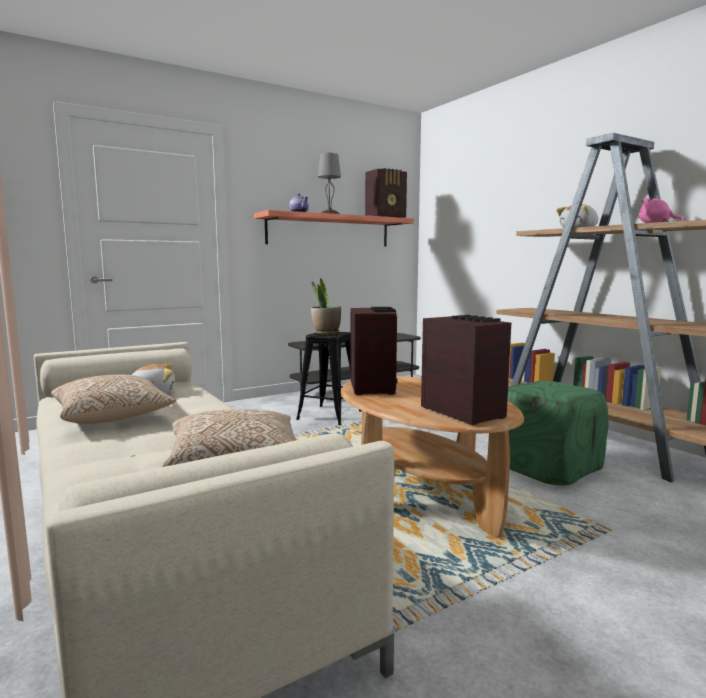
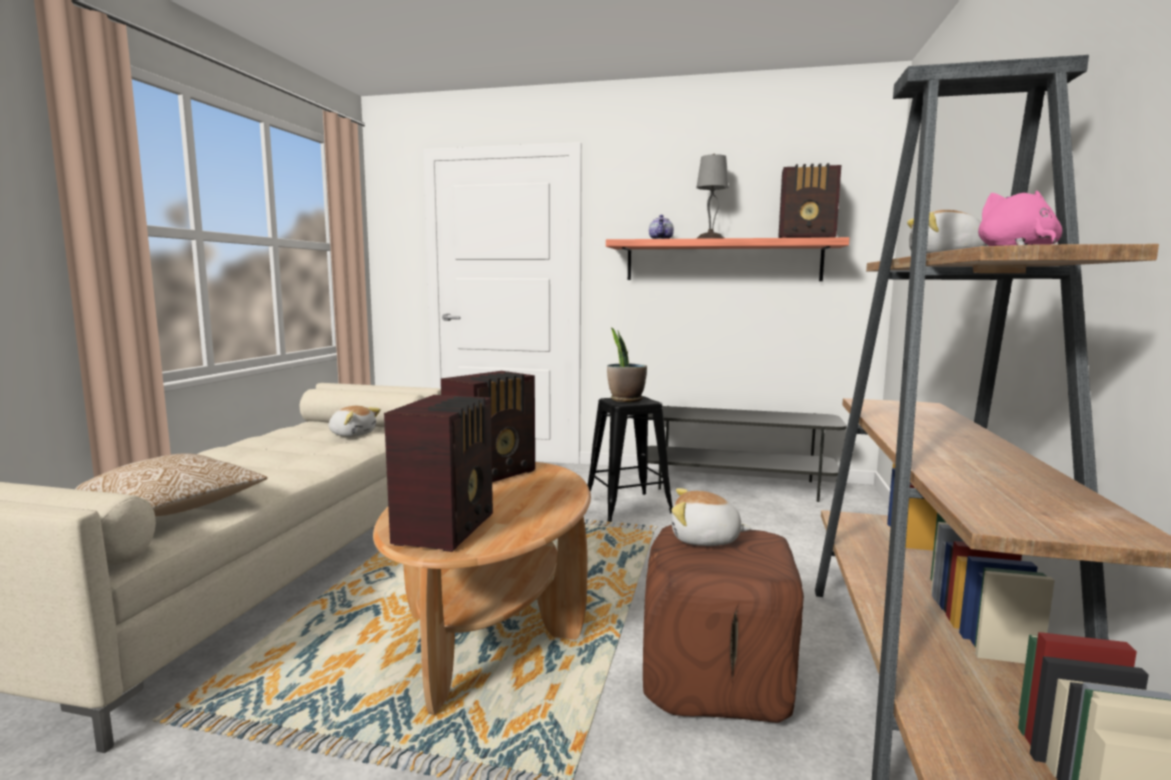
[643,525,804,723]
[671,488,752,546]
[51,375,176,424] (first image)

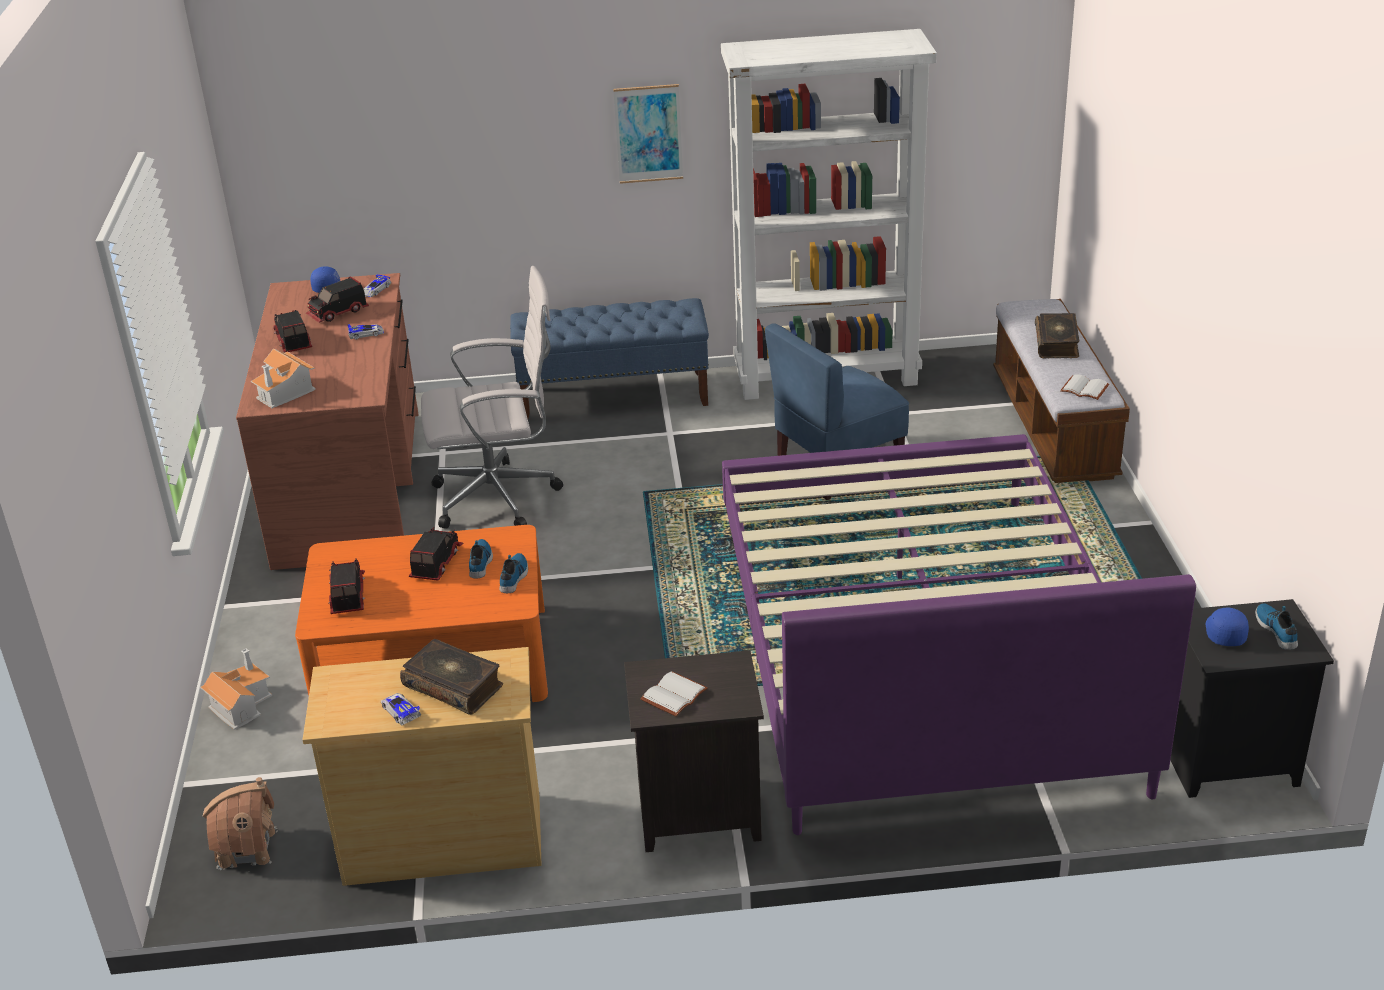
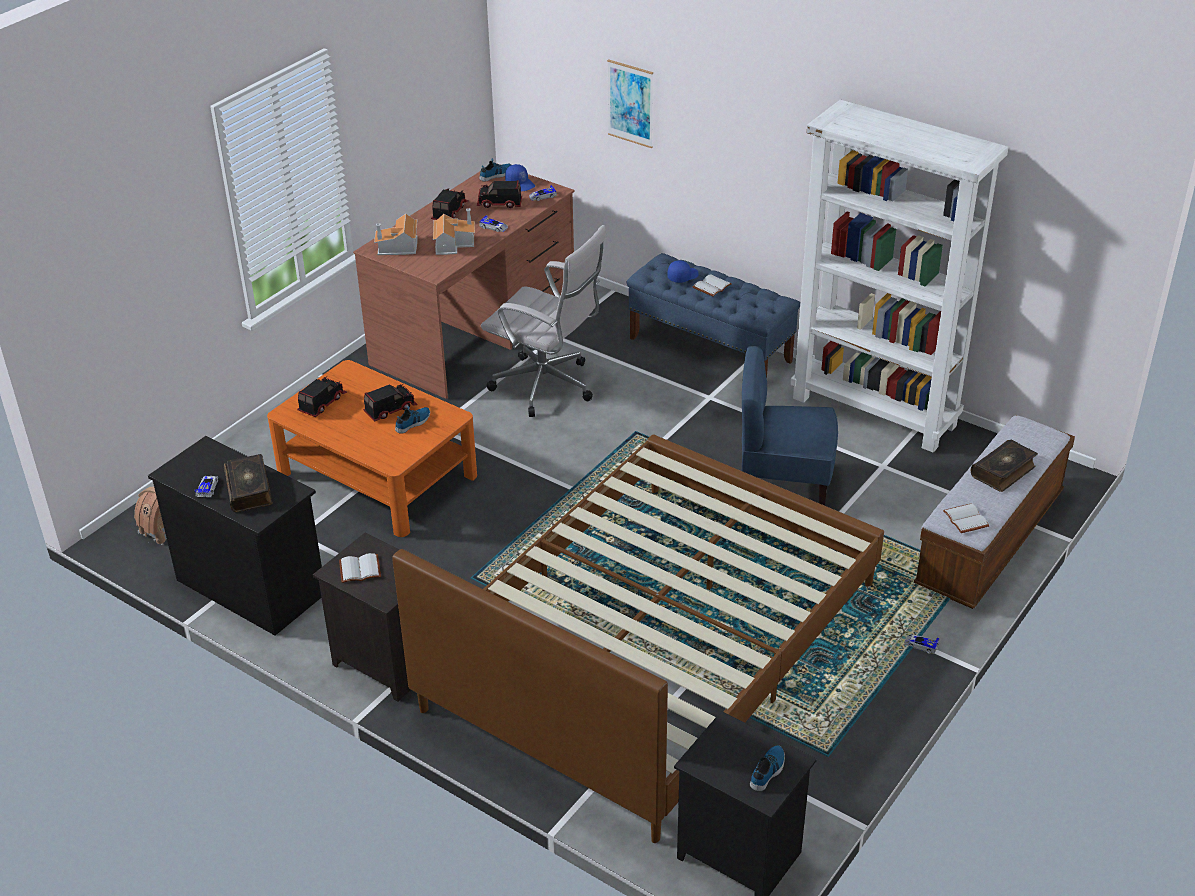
[148,436,322,635]
[392,435,884,843]
[433,208,475,255]
[480,158,511,182]
[607,59,653,148]
[668,260,699,283]
[693,274,731,296]
[904,634,939,654]

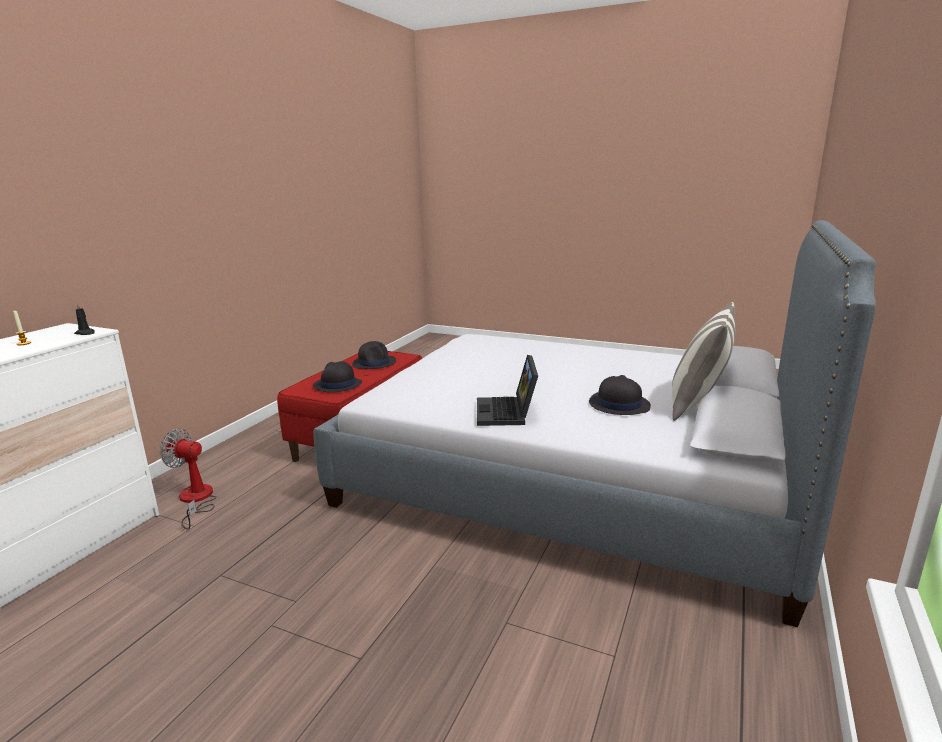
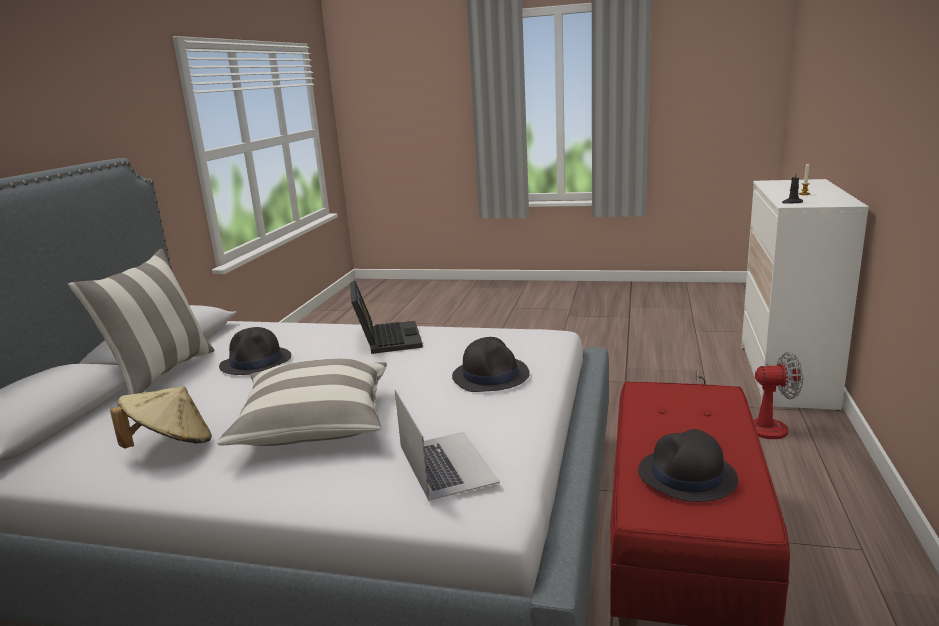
[110,386,212,449]
[217,358,387,446]
[395,390,500,501]
[452,337,530,392]

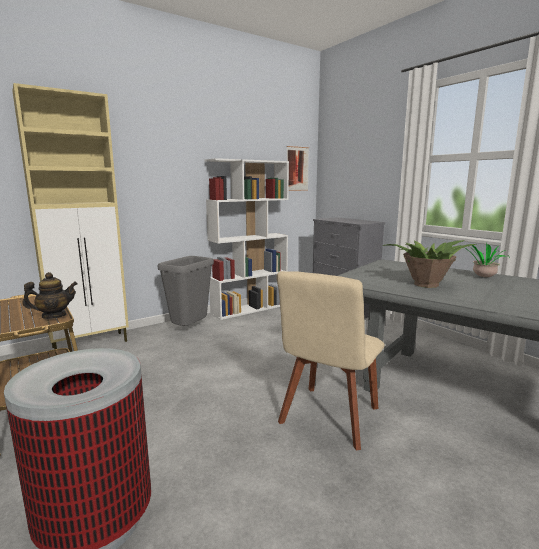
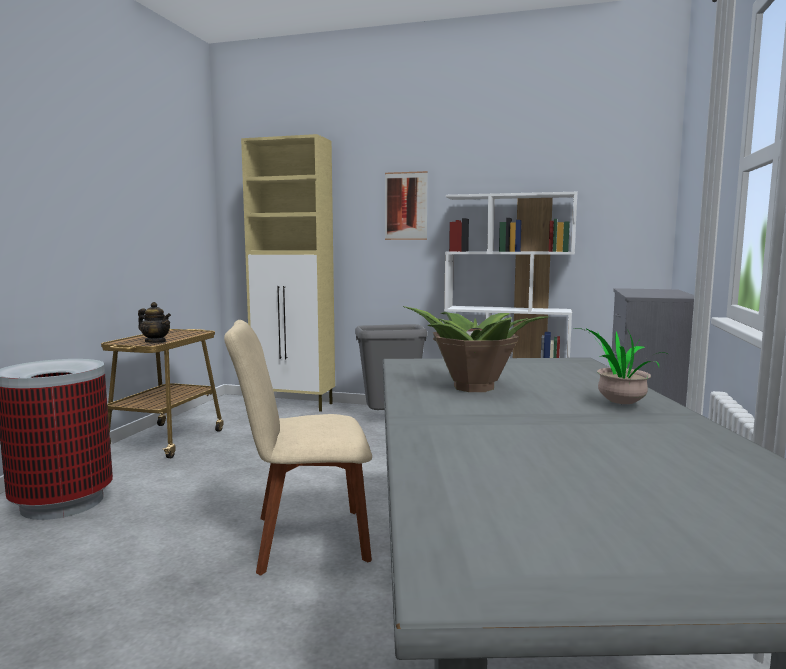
[385,171,428,240]

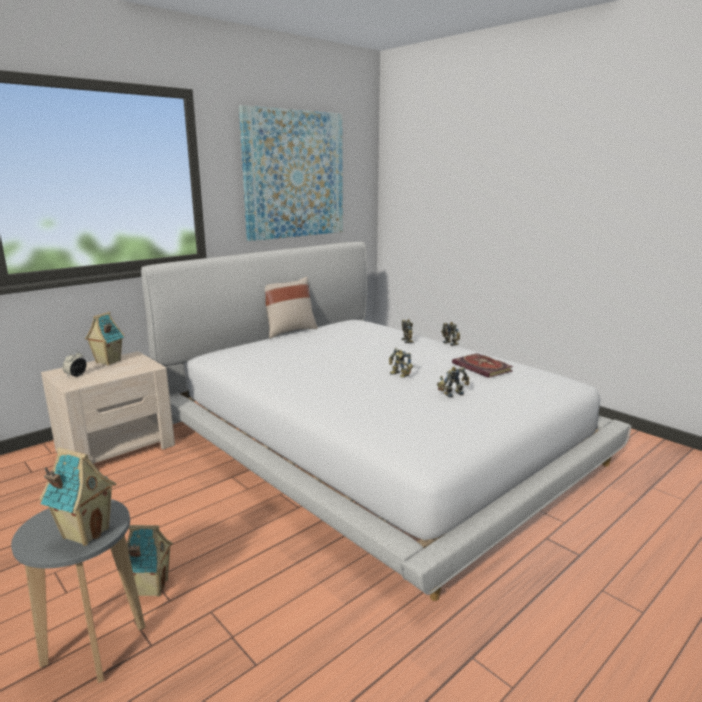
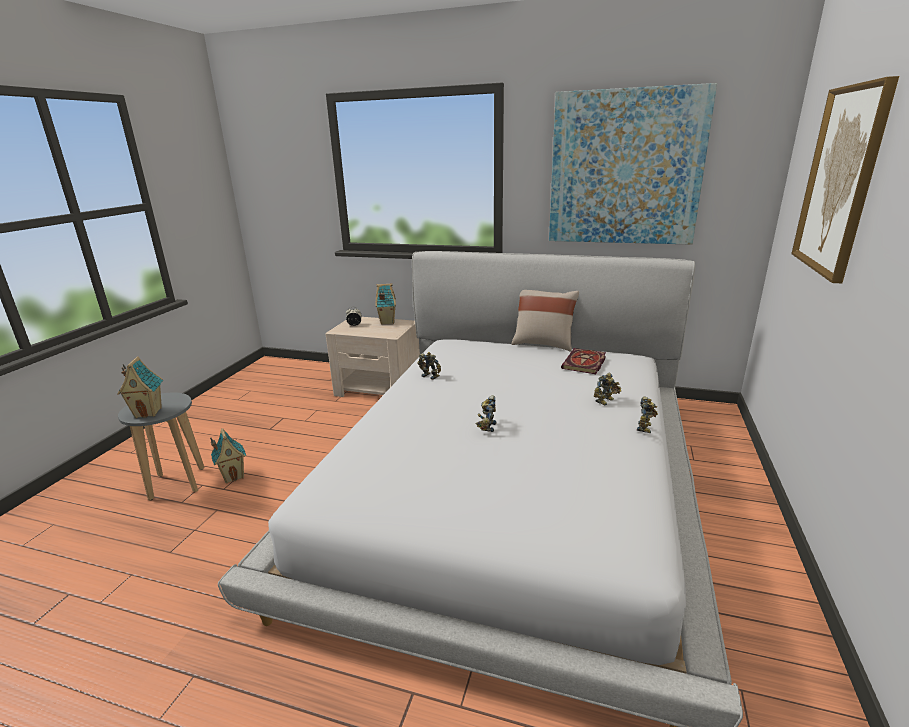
[417,352,441,380]
[561,348,606,374]
[791,76,899,283]

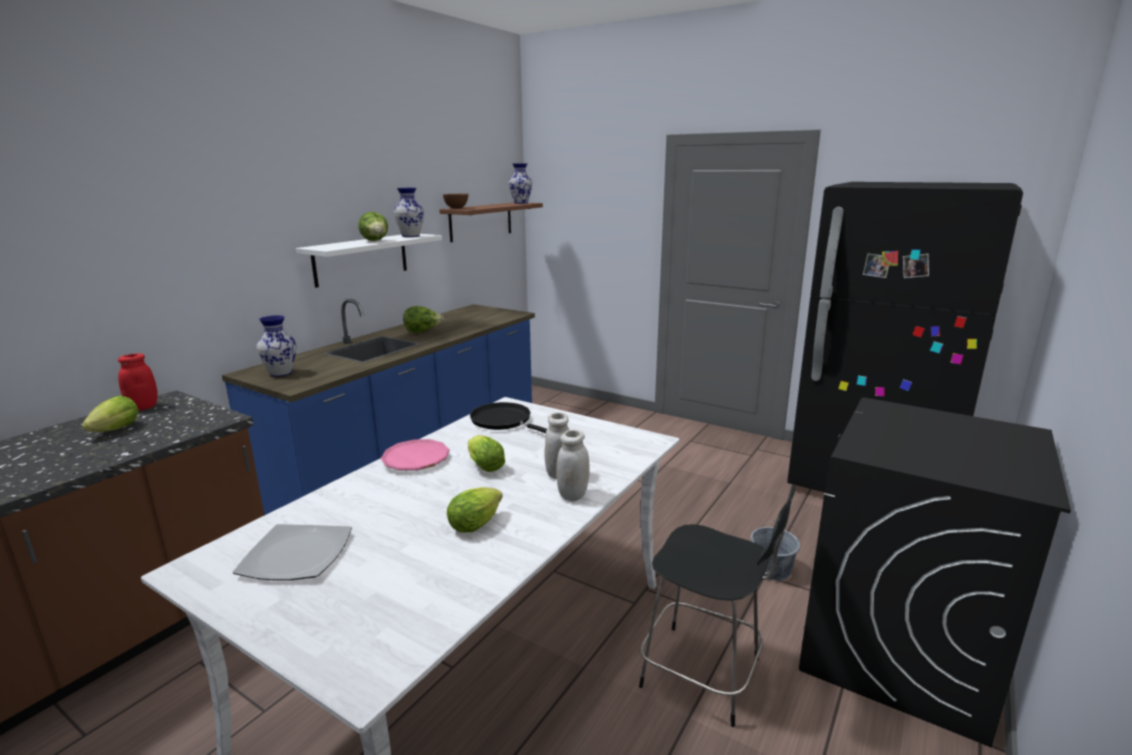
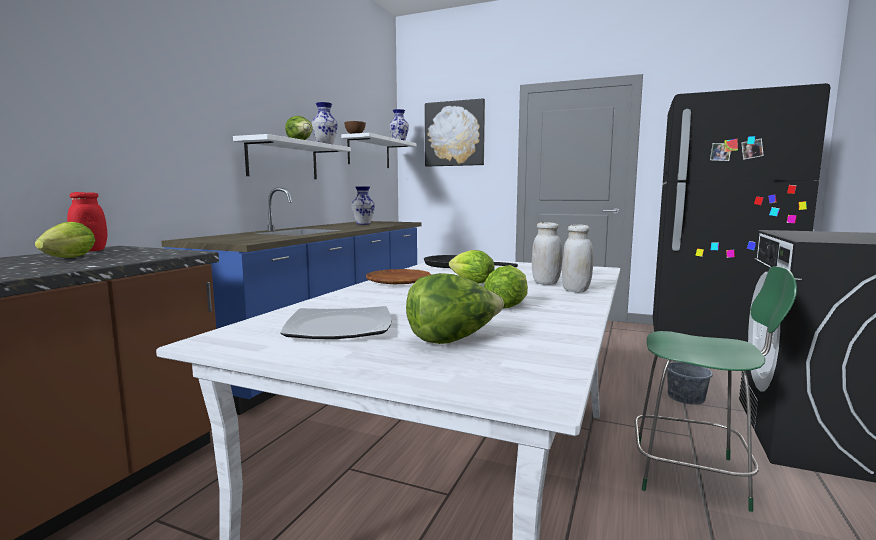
[341,133,417,168]
[351,186,375,225]
[366,269,431,284]
[406,273,504,344]
[425,98,485,166]
[634,266,797,512]

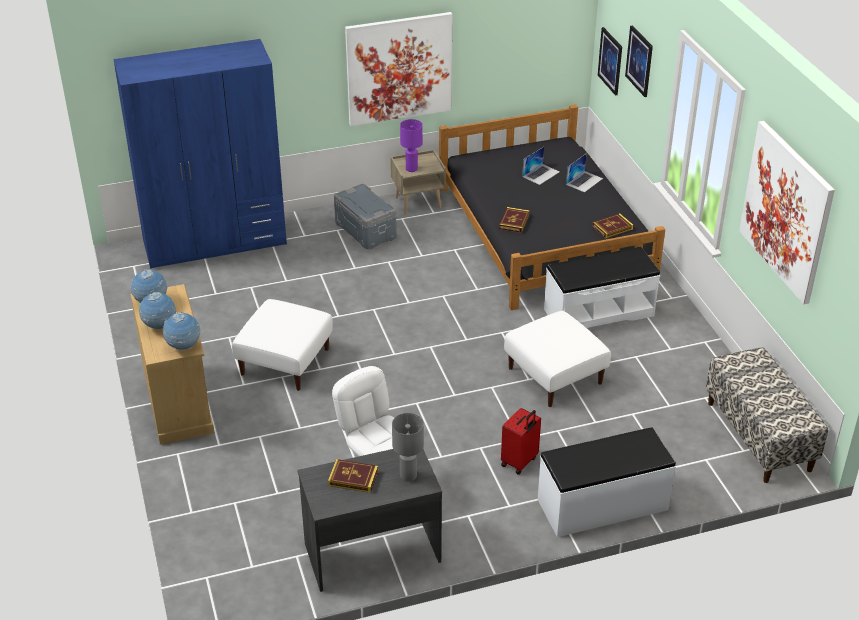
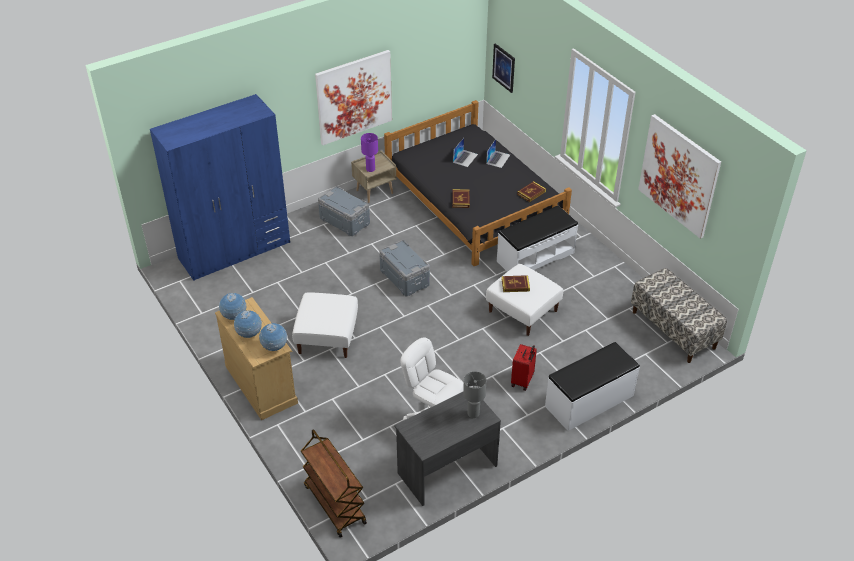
[301,429,367,538]
[379,240,430,296]
[502,275,530,292]
[625,25,653,97] (first image)

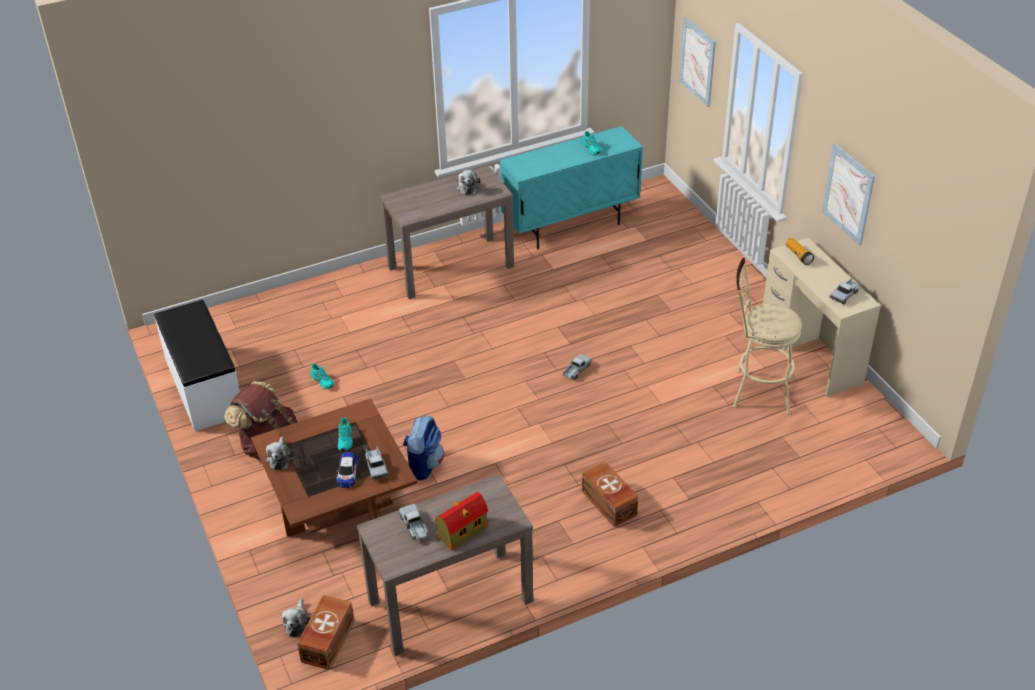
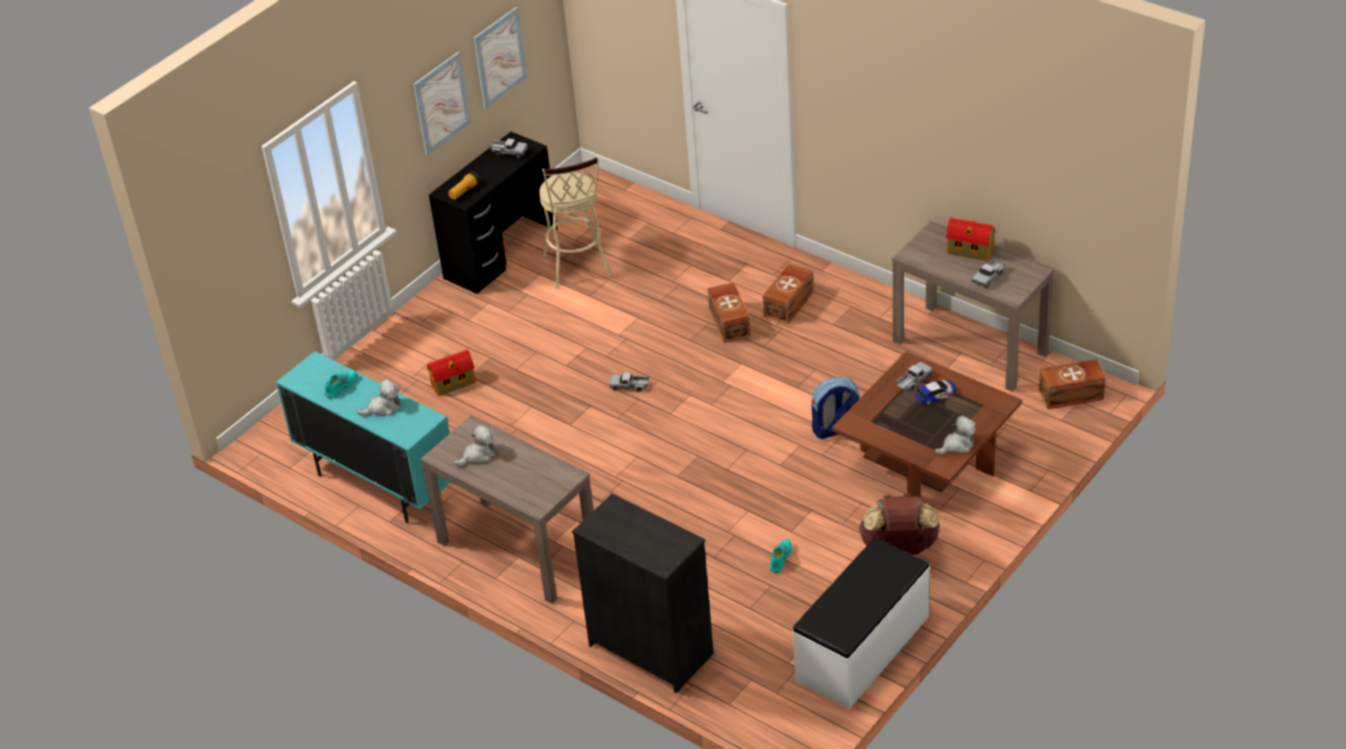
[357,379,401,416]
[427,349,476,396]
[429,132,558,294]
[473,7,527,109]
[572,493,714,693]
[707,282,751,343]
[338,417,353,450] (first image)

